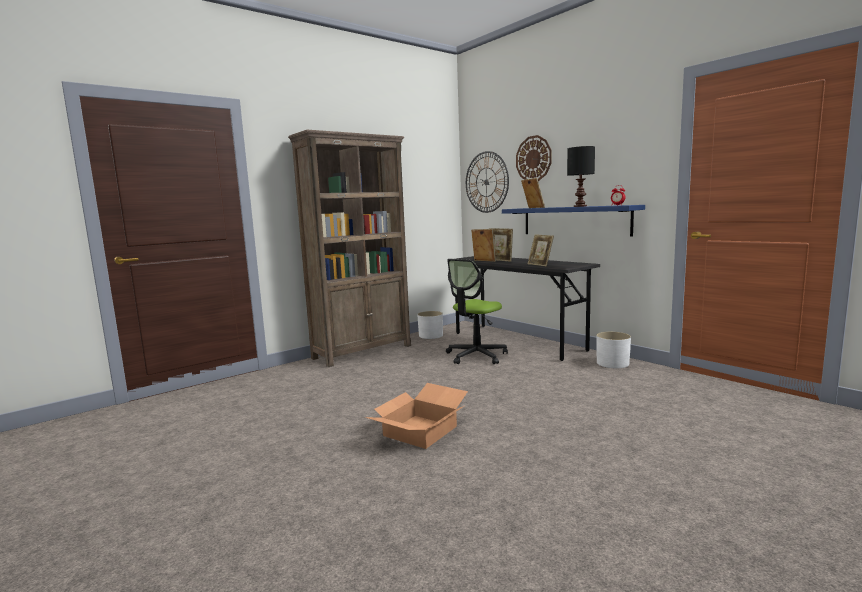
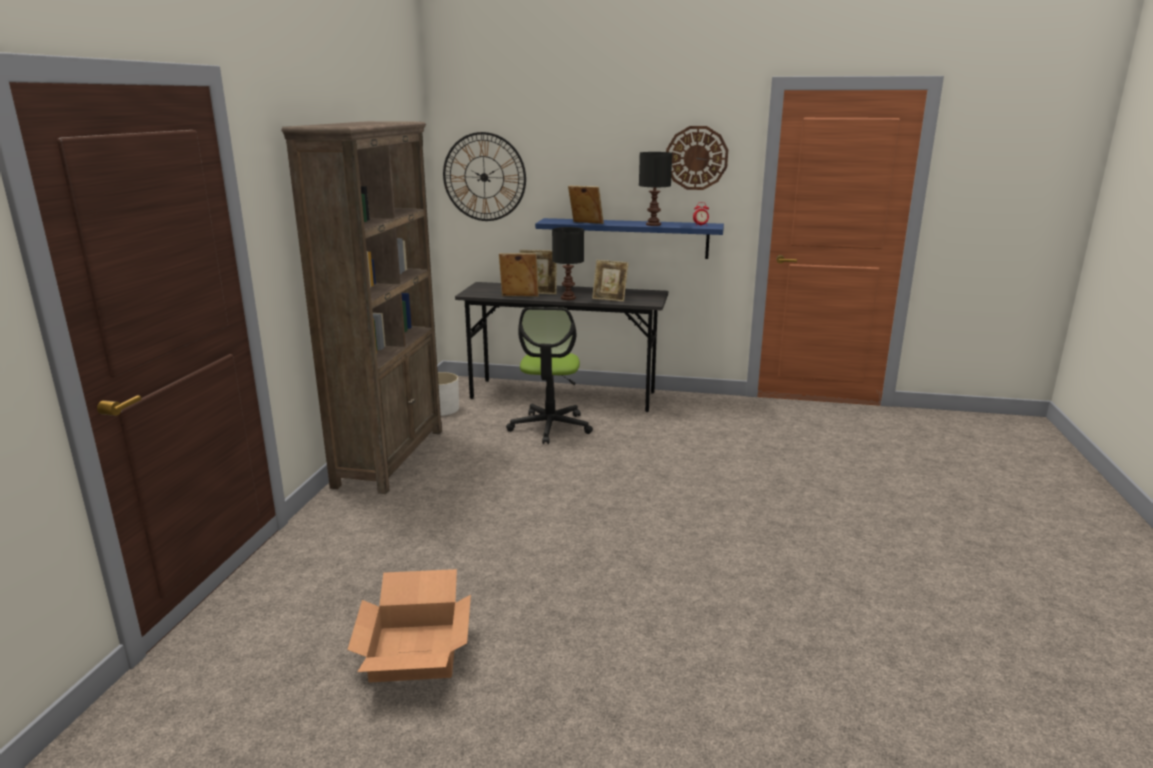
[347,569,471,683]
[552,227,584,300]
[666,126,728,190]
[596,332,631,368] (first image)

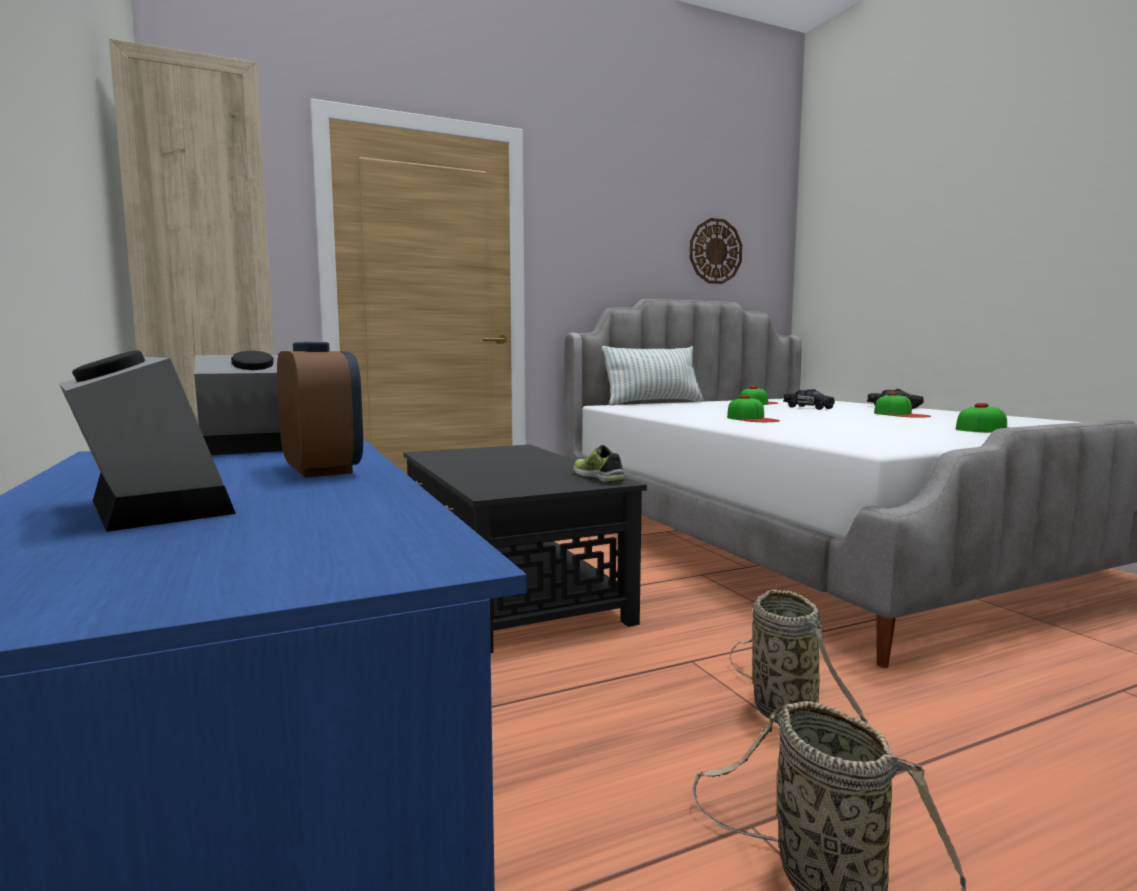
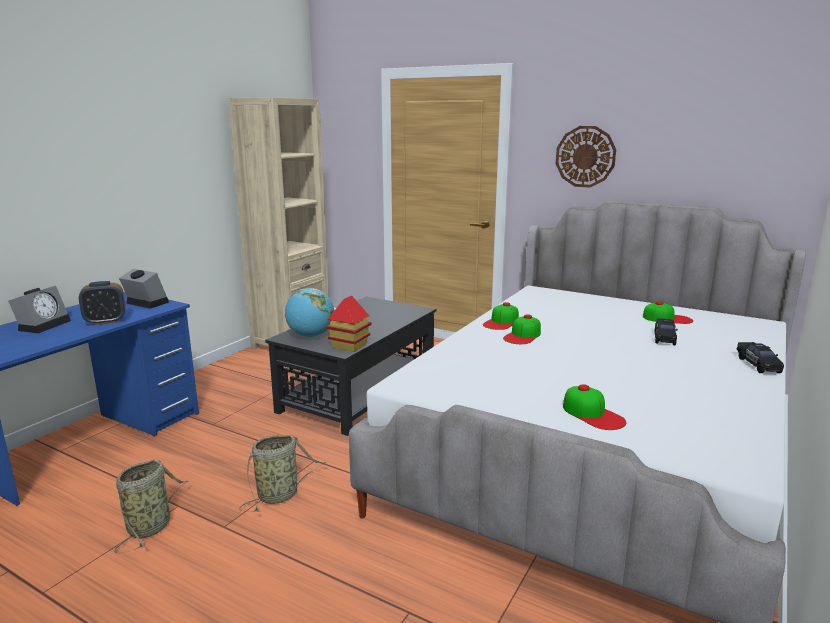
[79,281,125,325]
[285,288,334,337]
[326,296,371,352]
[483,302,519,330]
[556,126,616,188]
[602,346,704,406] (first image)

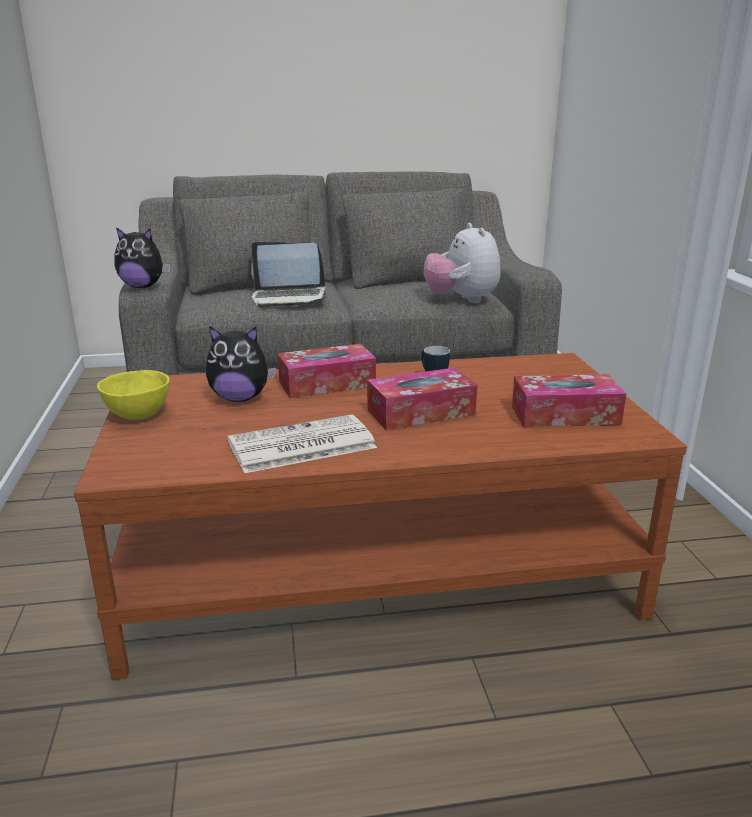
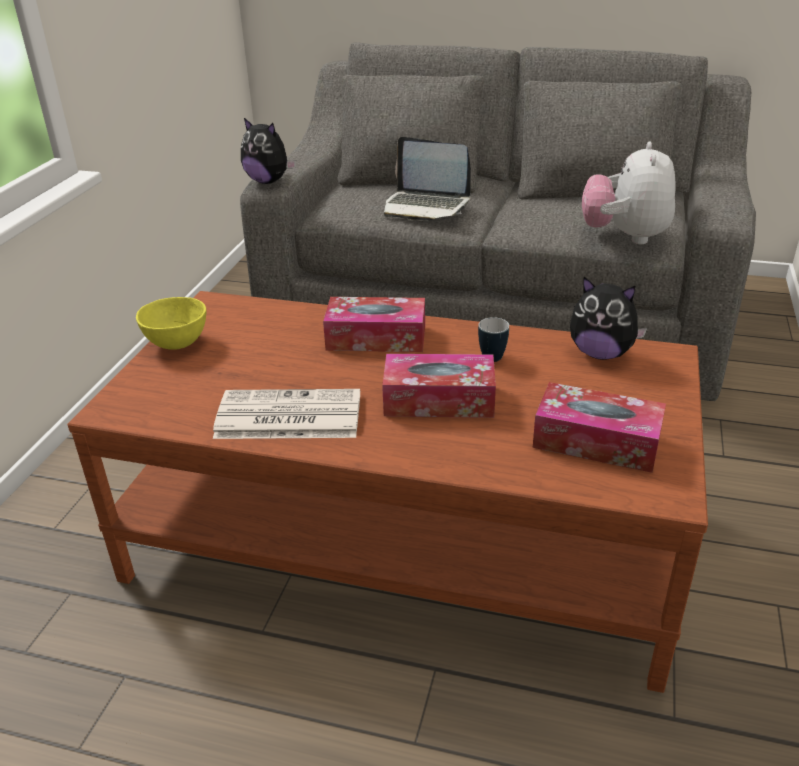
[570,277,647,360]

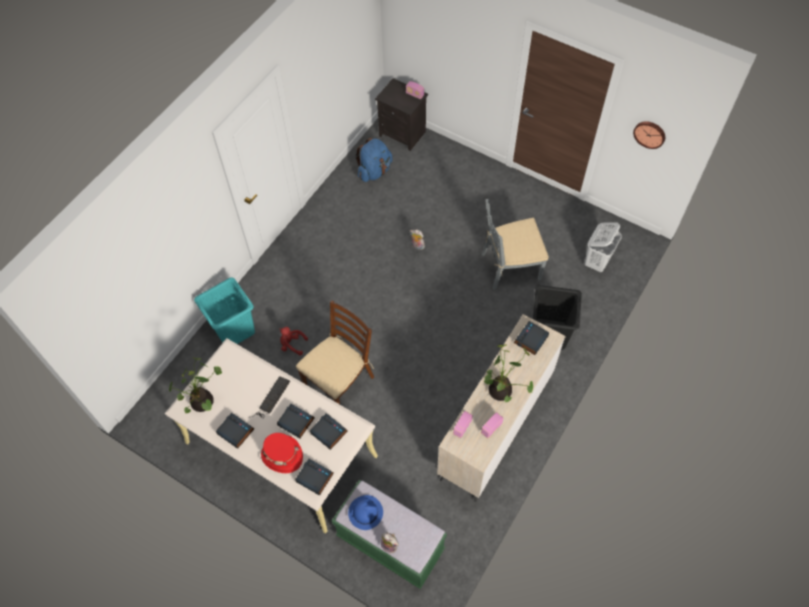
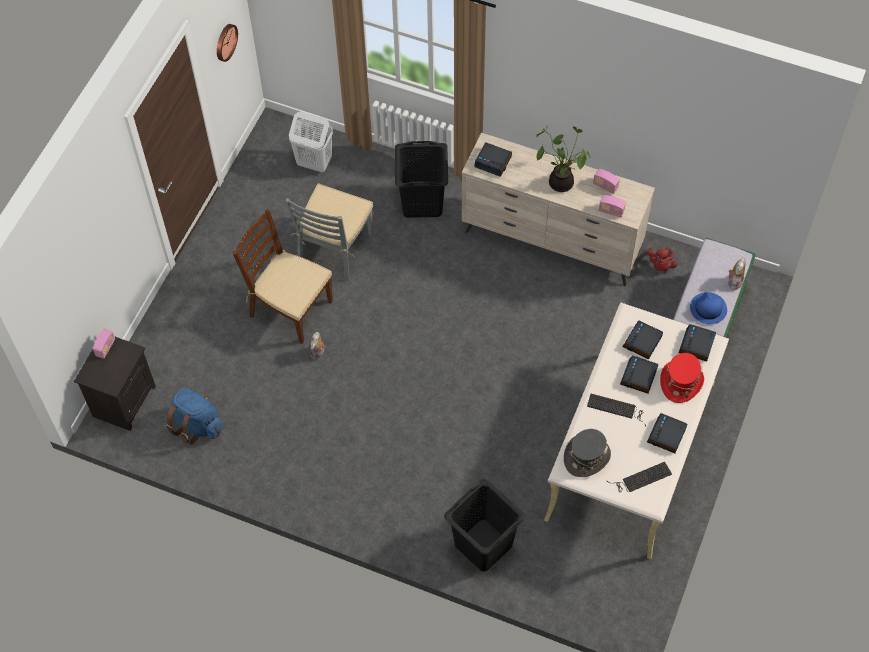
[233,209,333,343]
[285,183,373,281]
[444,479,525,571]
[564,429,611,477]
[607,462,672,492]
[647,247,677,272]

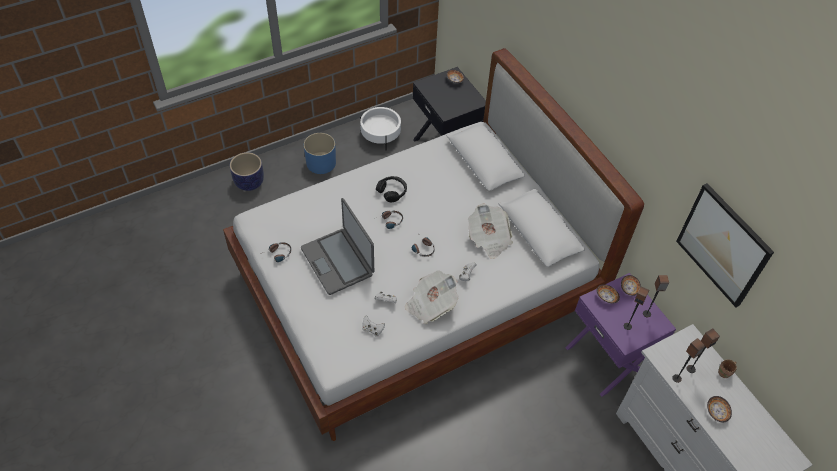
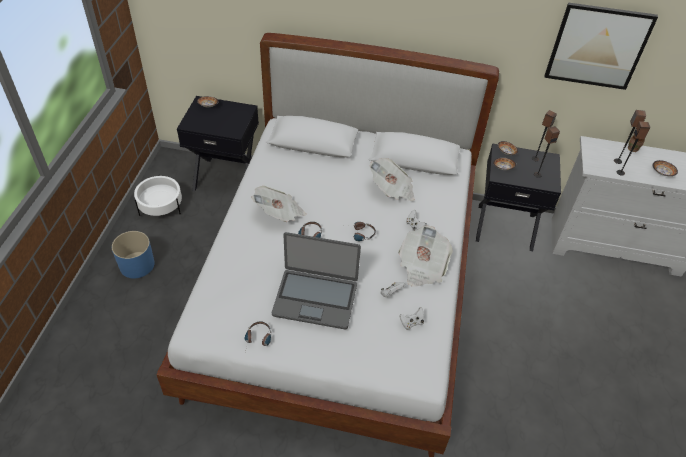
[251,186,307,222]
[476,143,561,251]
[230,152,264,191] (first image)

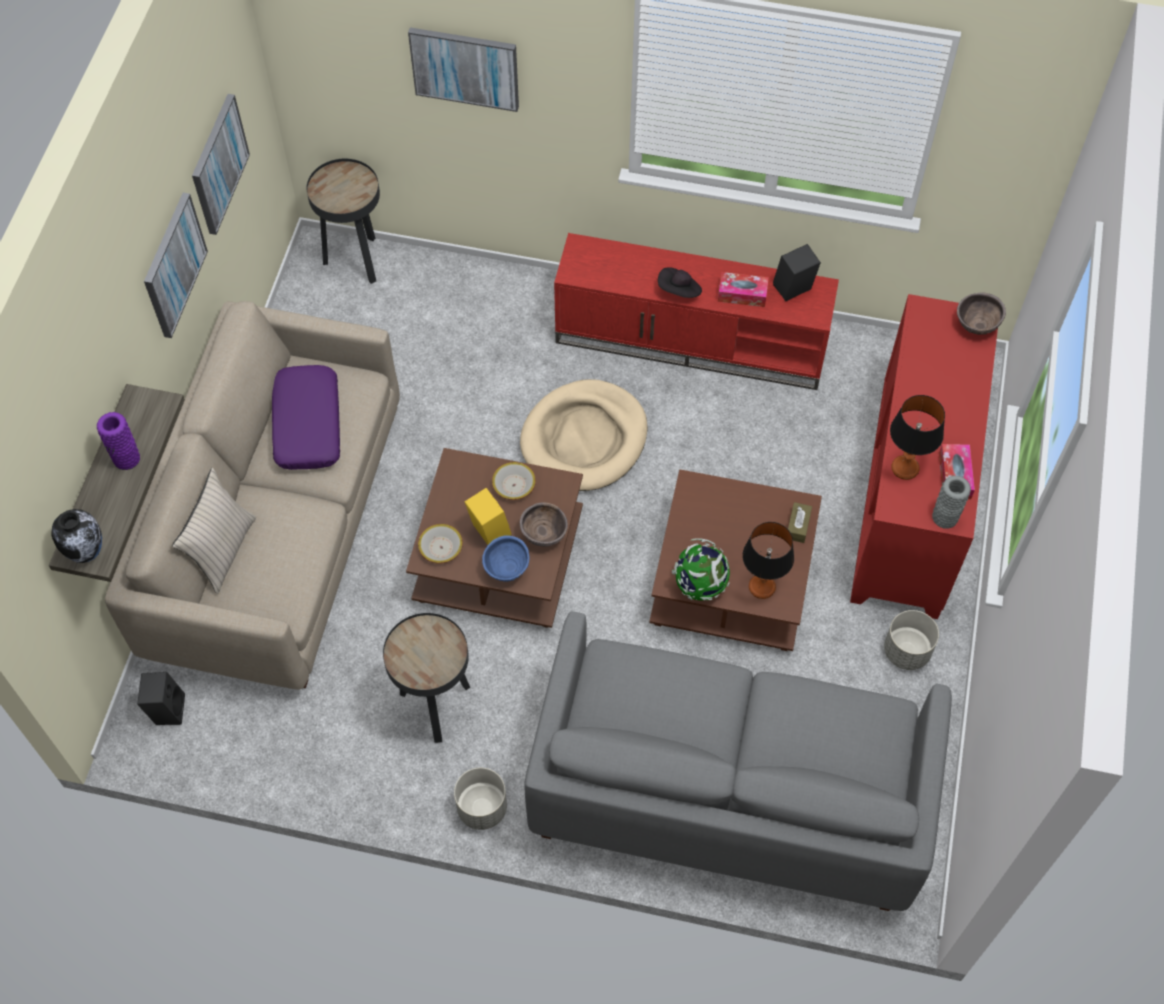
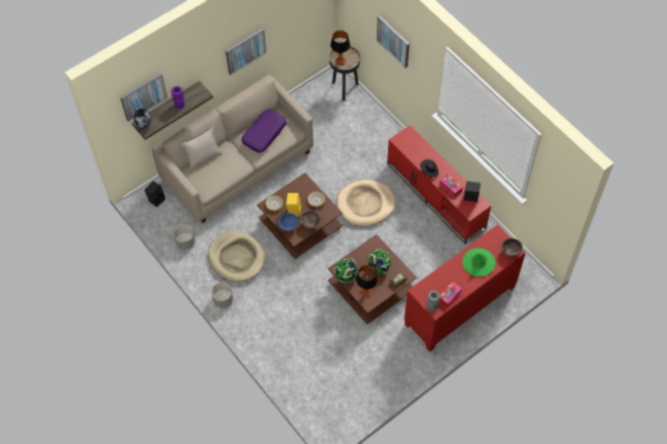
[120,73,167,122]
[174,225,195,250]
[208,231,266,282]
[331,30,350,65]
[368,248,391,274]
[463,248,495,277]
[524,611,952,911] (first image)

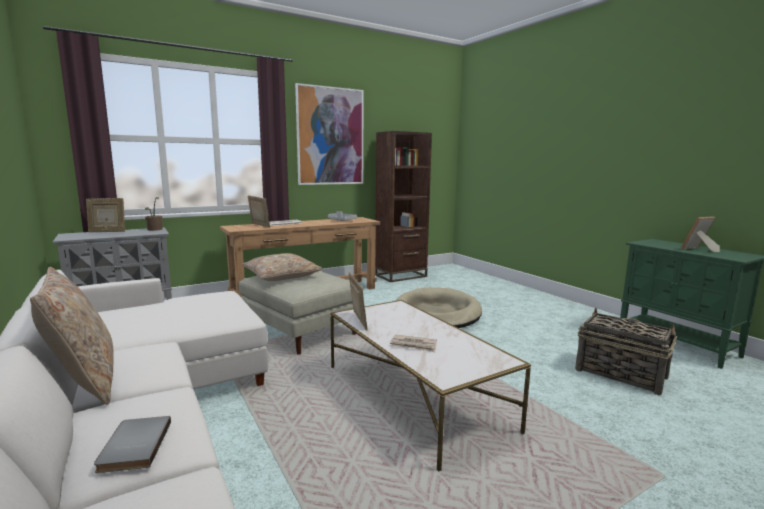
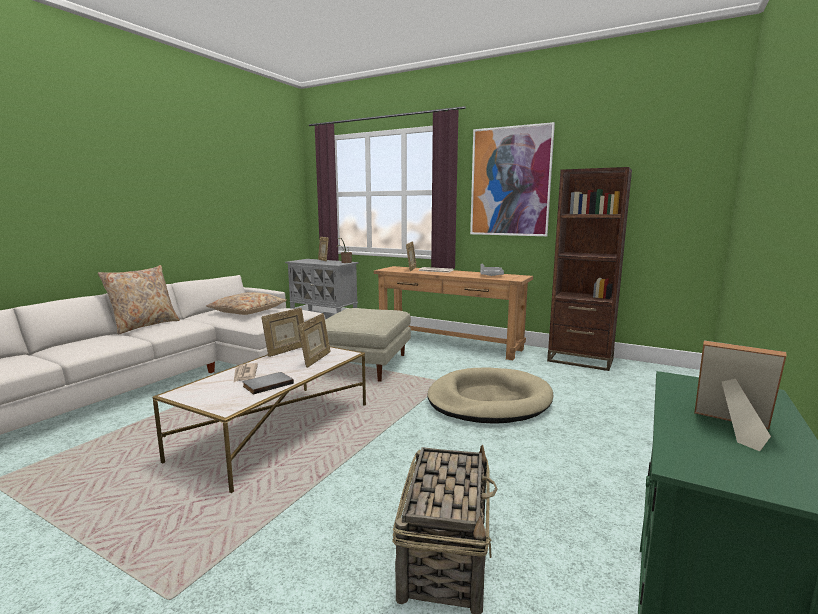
[206,292,287,315]
[243,372,294,394]
[298,313,331,368]

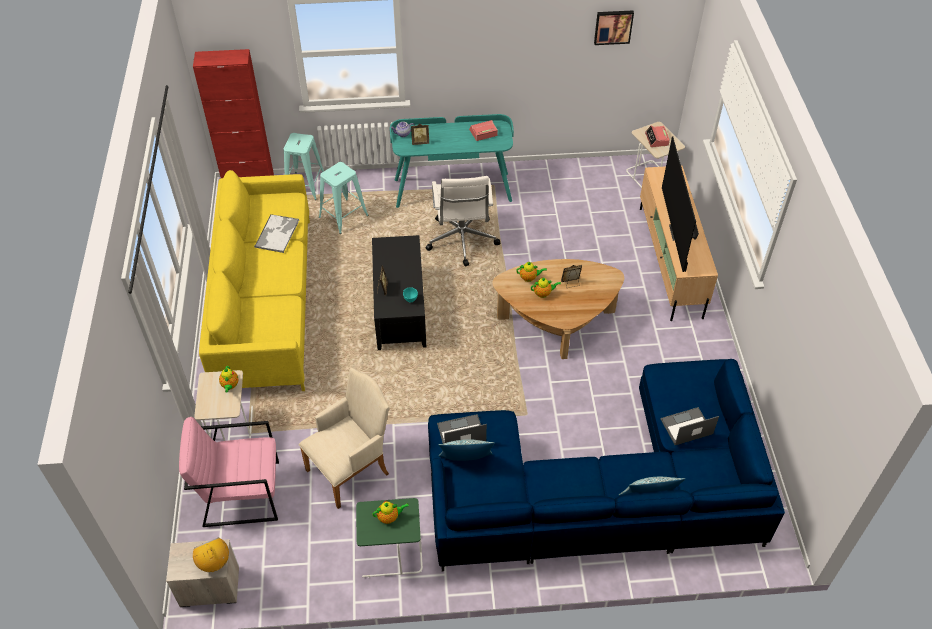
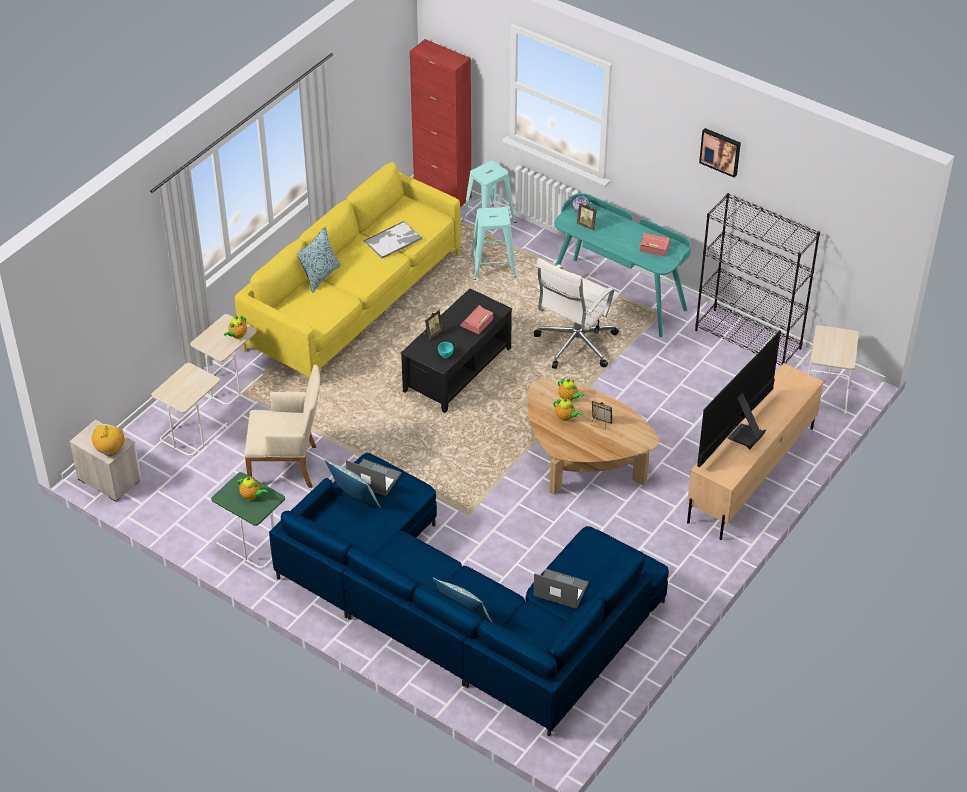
[151,363,227,457]
[297,226,341,293]
[460,305,493,334]
[695,193,820,365]
[699,128,741,178]

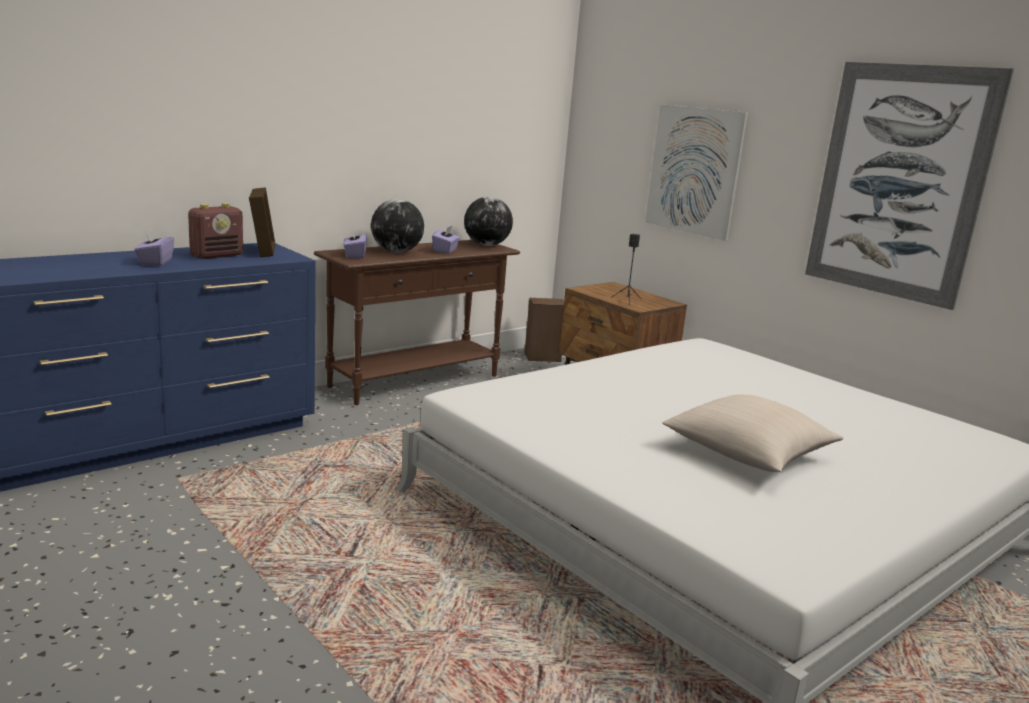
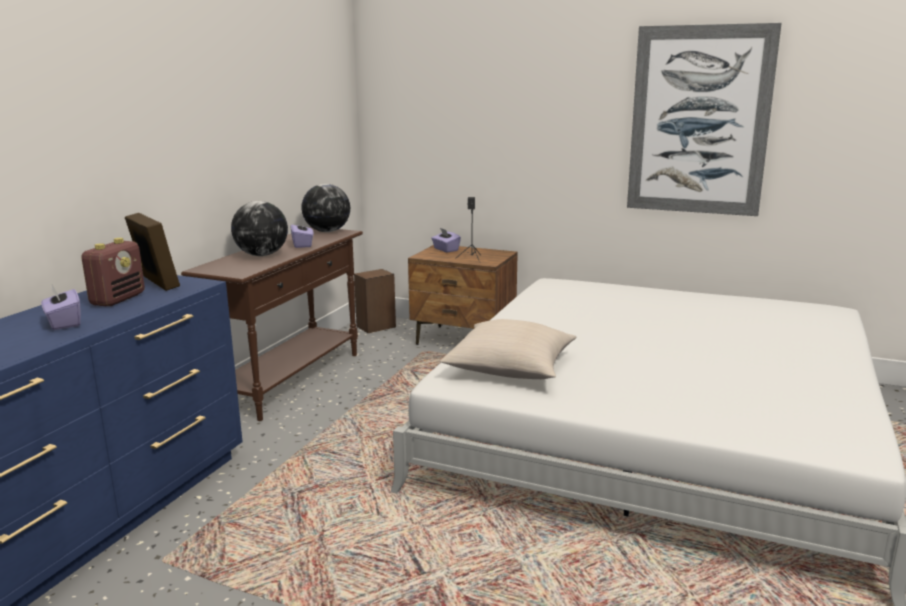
[431,228,461,253]
[440,319,576,379]
[645,104,748,241] (first image)

